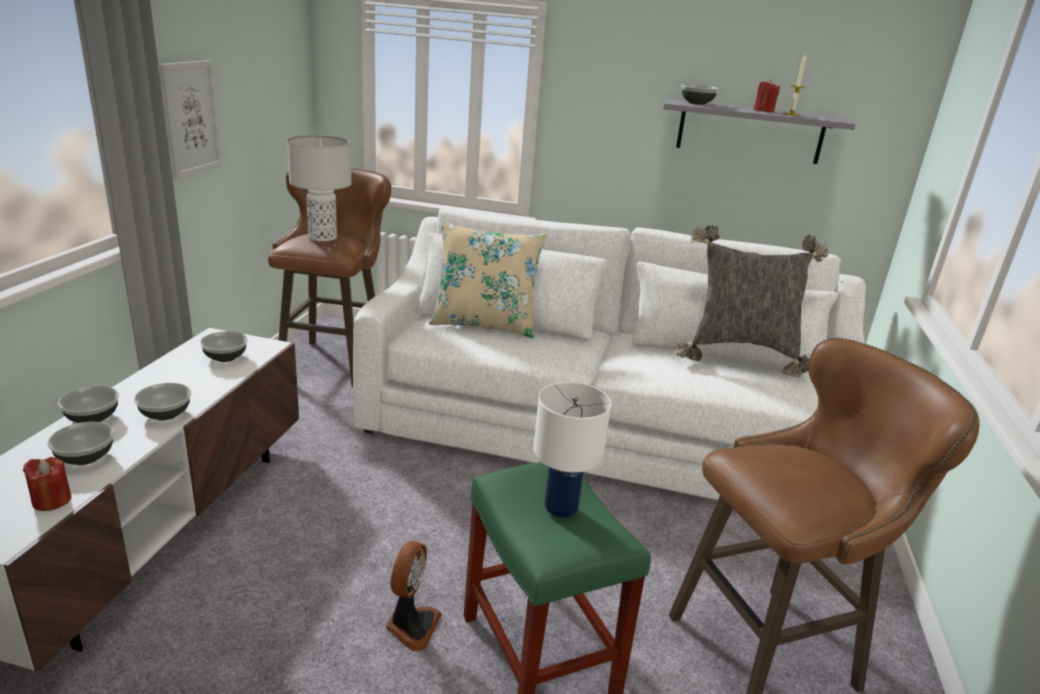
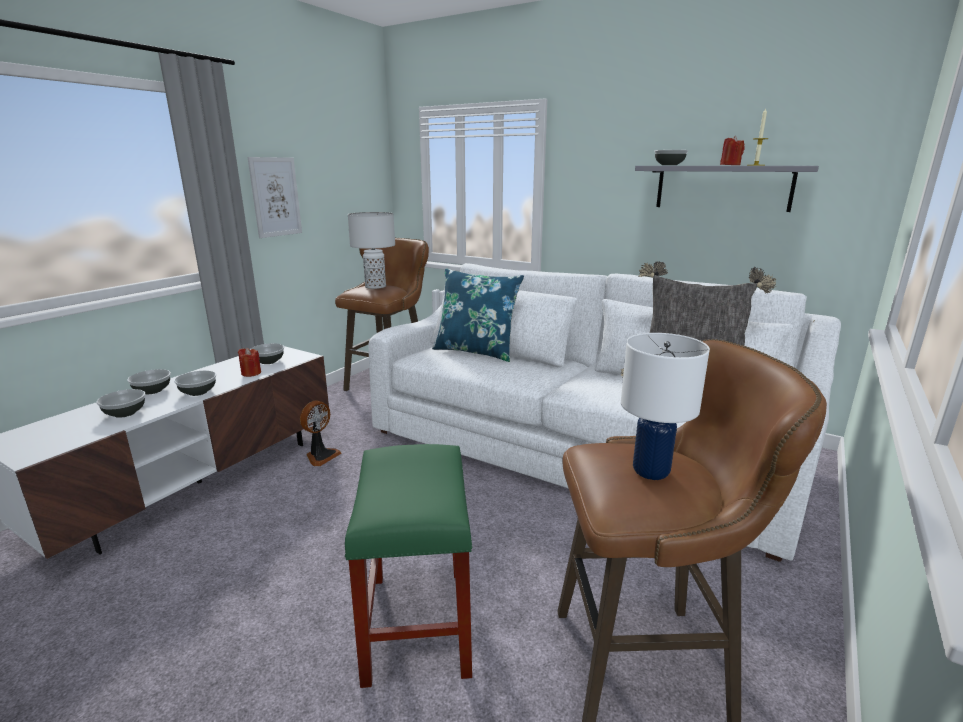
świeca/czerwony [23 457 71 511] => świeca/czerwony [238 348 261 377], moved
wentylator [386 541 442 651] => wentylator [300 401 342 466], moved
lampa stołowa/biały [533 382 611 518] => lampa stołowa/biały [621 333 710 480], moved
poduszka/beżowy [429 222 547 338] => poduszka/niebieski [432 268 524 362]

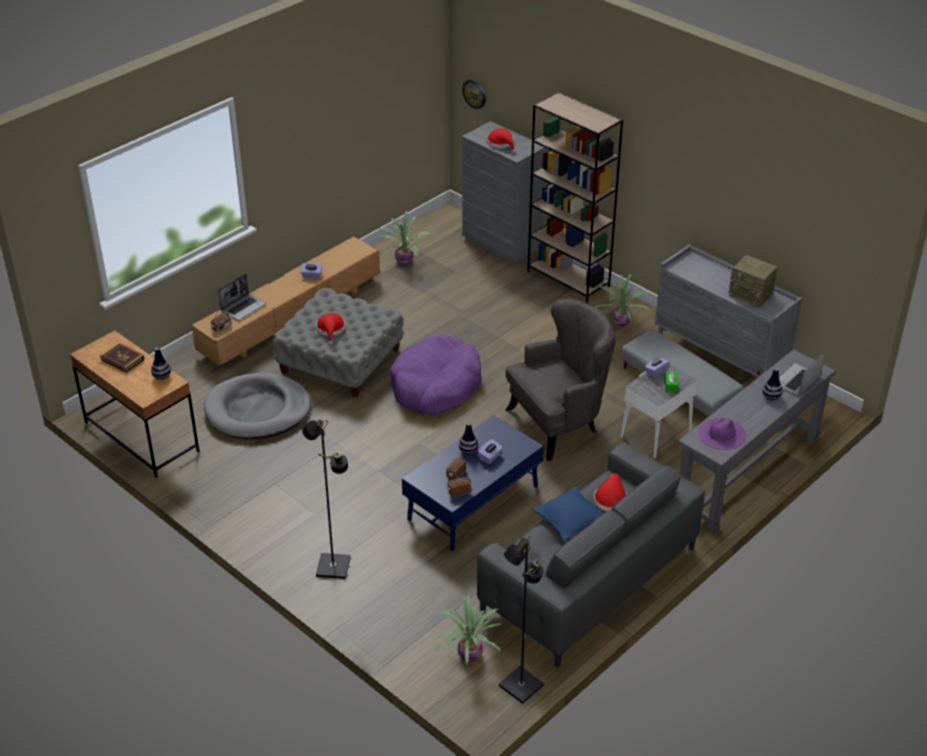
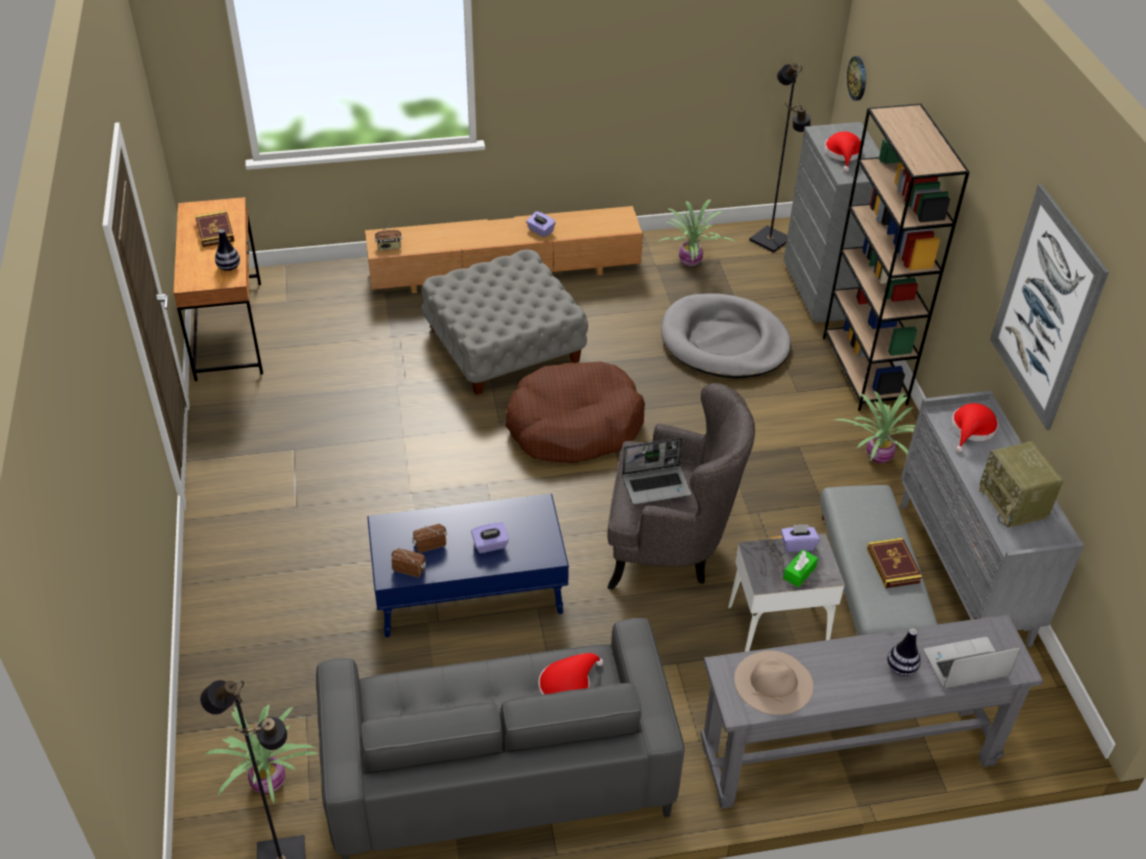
wazon [459 422 479 455] => nothing
poduszka/niebieski [531 486 604 541] => nothing
nothing => książka [867 538 922 588]
nothing => obraz [990 184 1109 430]
legowisko/szary [204 373 311 439] => legowisko/szary [661 293 791 379], moved
laptop [218 273 266 320] => laptop [622 437 691 505], moved
lampa stojąca/czarny [302 420 350 579] => lampa stojąca/czarny [749 63 810 253], moved
kapelusz/czerwony [316 313 345 345] => kapelusz/czerwony [951 403 998 452], moved
legowisko/fioletowy [390 335 482 415] => legowisko/brązowy [506 361 645 463]
kapelusz/fioletowy [698 418 746 450] => kapelusz/beżowy [734 651 813 715]

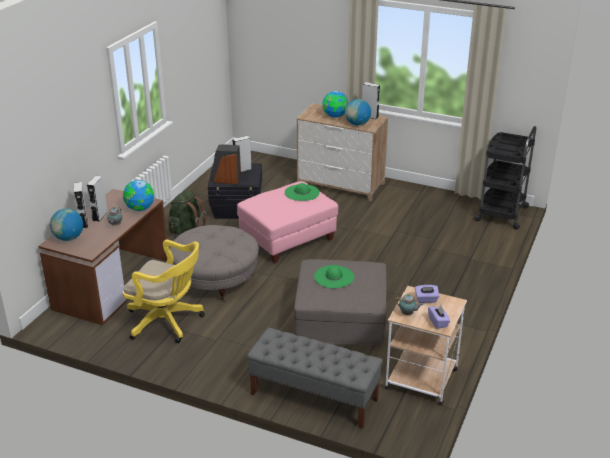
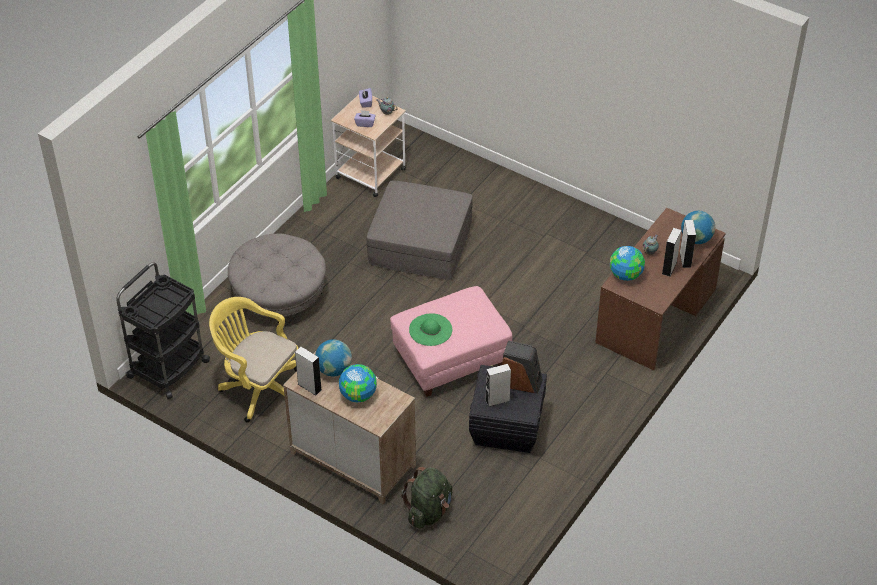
ławka/szary [247 328 383 429] => nothing
kapelusz/zielony [314 265 354 288] => nothing
krzesło biurowe/żółty [123 240 205 343] => krzesło biurowe/żółty [209 297 298 422], moved
plecak/zielony [169 191 207 235] => plecak/zielony [401 467 452 529], moved
pufa/szary [170 225 259 302] => pufa/szary [228 233 326 323], moved

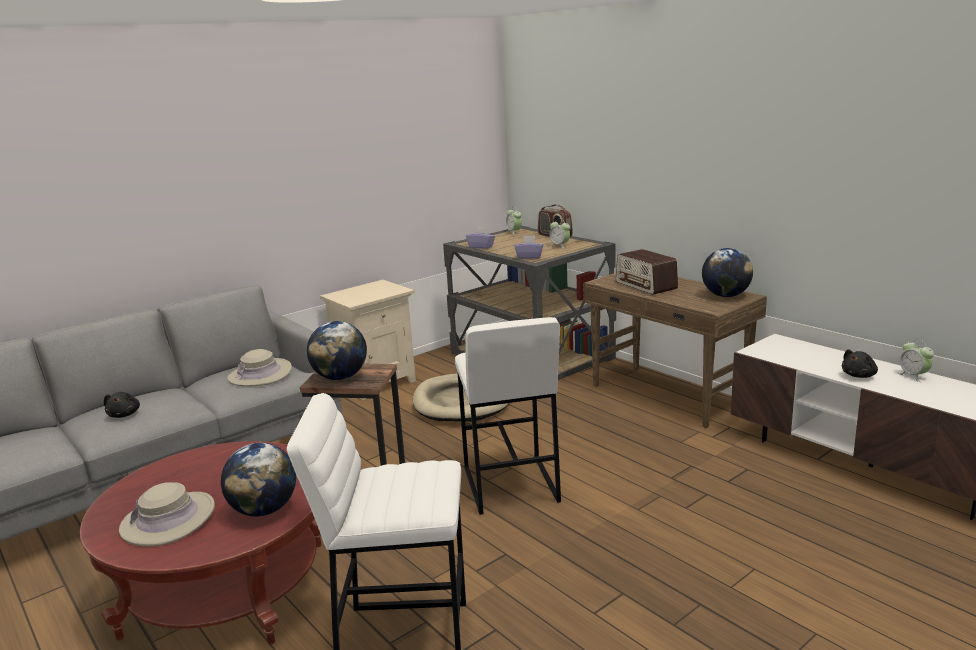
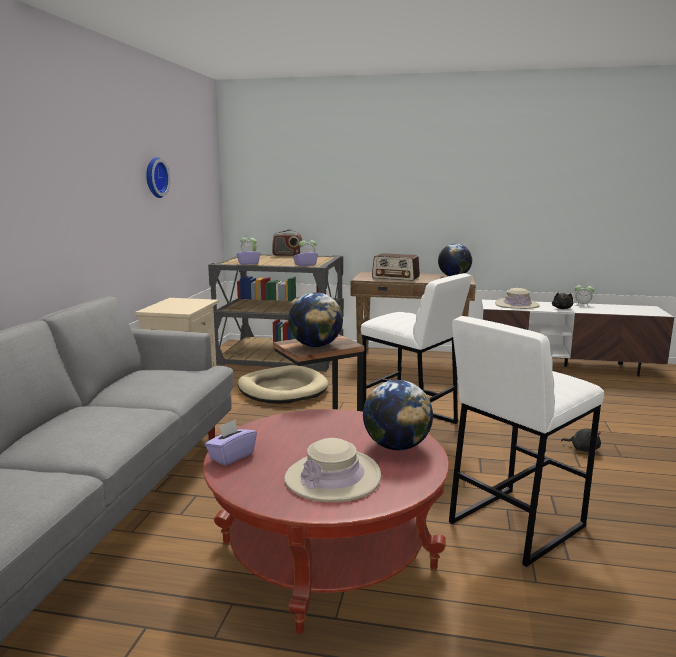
nothing => zegar ścienny [146 157 170 198]
nothing => pudełko chusteczek/fioletowy [205 420 257 466]
pluszak/czarny [104 392 140 418] => pluszak/czarny [561 428 601 452], moved
kapelusz/beżowy [227 349 292 387] => kapelusz/beżowy [495 288 540 309], moved

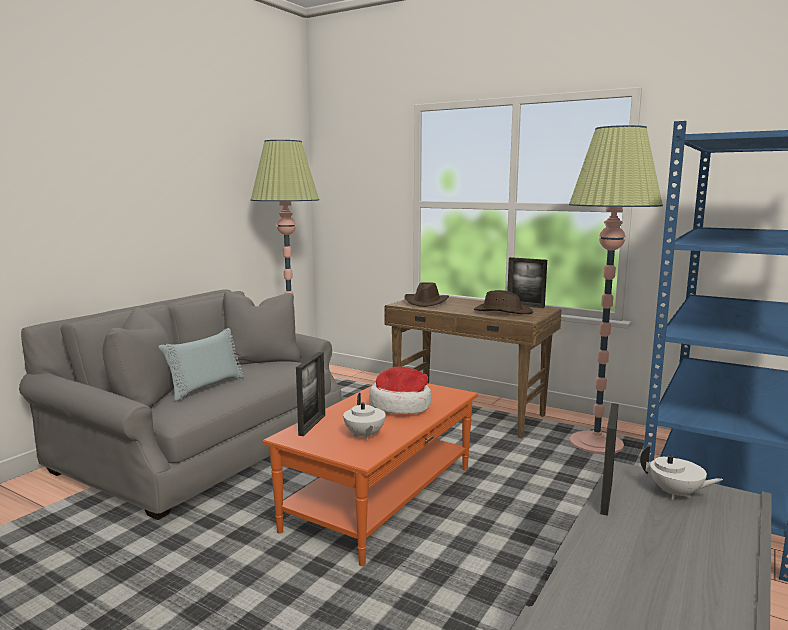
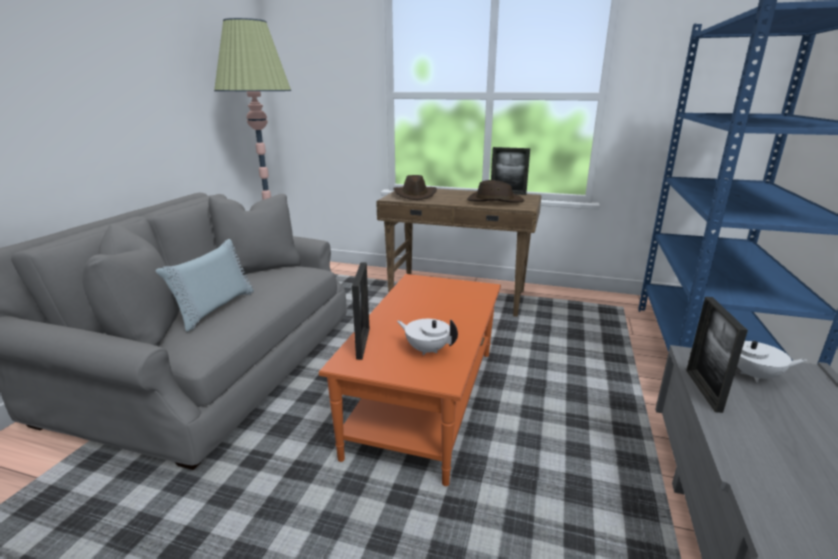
kapelusz [369 366 431 414] => nothing
lampa stojąca [569 125 663 454] => nothing
imbryk/biały [343 393 386 440] => imbryk/biały [397 319 458 355], 150 degrees clockwise

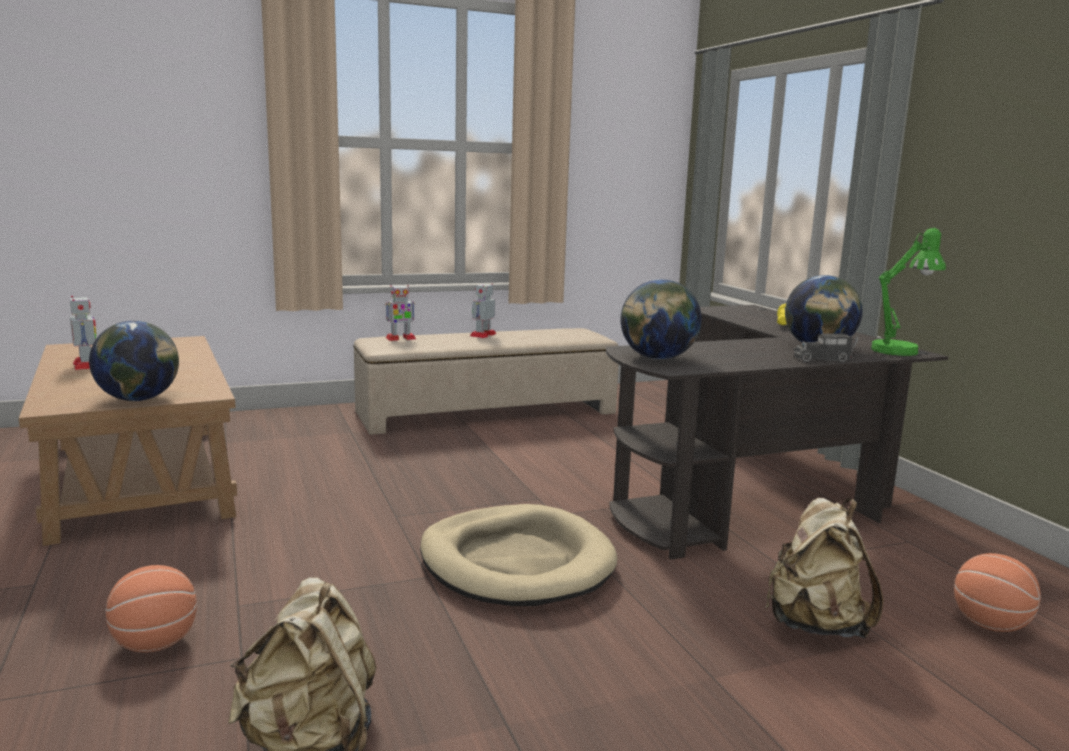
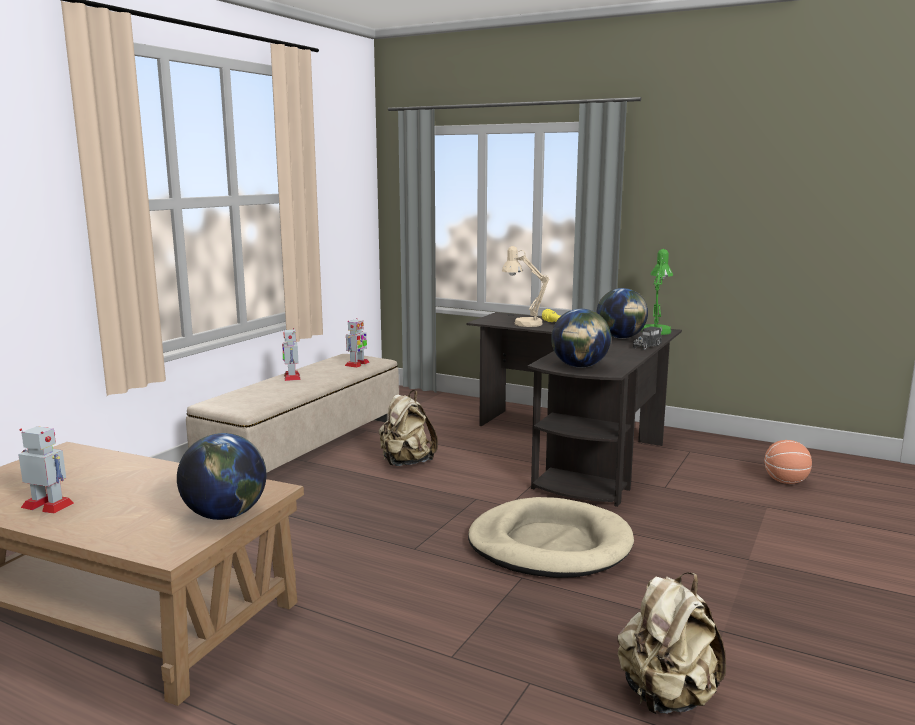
piłka do koszykówki [106 565 197 653] => nothing
nothing => lampa stołowa/beżowy [502 246 550 327]
robot zabawkowy [385 285 416 341] => robot zabawkowy [345 318 370 368], moved
plecak/beżowy [765 498 883 638] => plecak/beżowy [379 390 438 466], moved

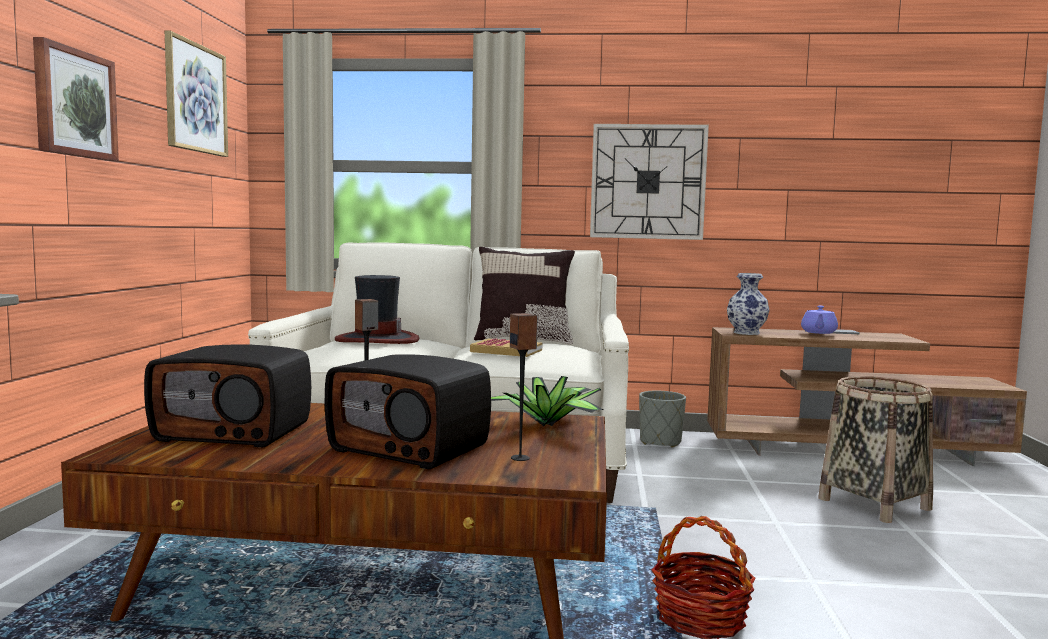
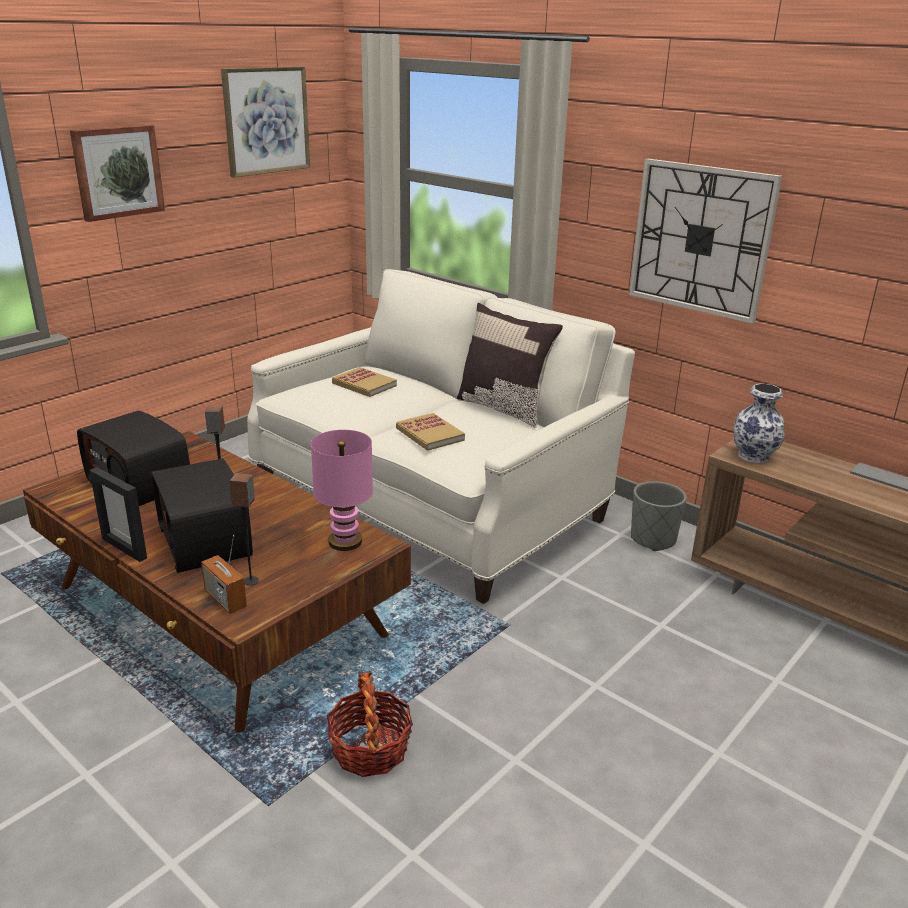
imbryk/fioletowy [801 306 838 334] => nothing
koszyk [818 376 933 523] => nothing
nothing => ramka na zdjęcie [89 467 147 562]
nothing => radio [201 535 247 614]
kapelusz [335 275 420 344] => książka [332 367 397 397]
roślina doniczkowa [491 376 604 426] => lampa stołowa/różowy [311 430 373 551]

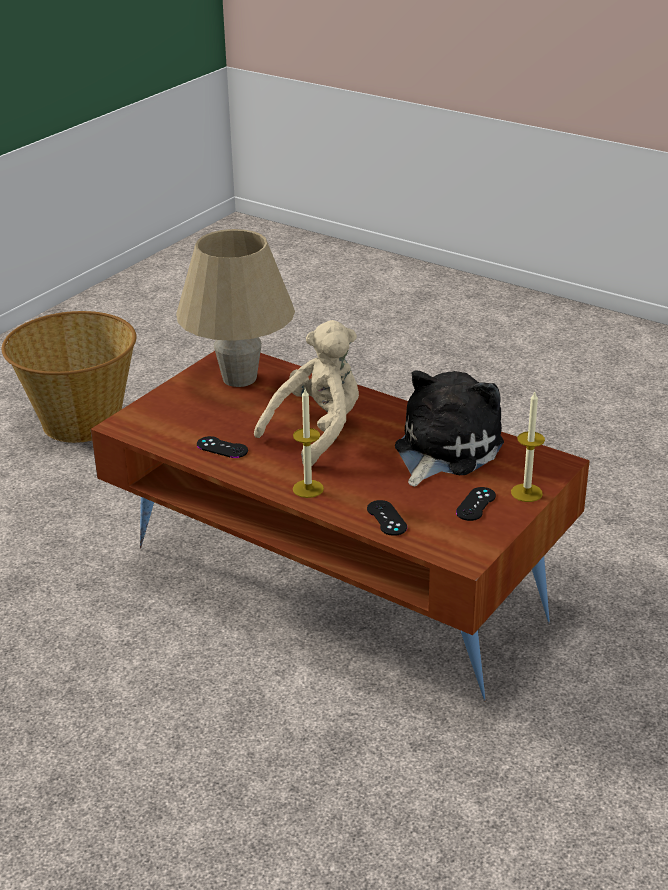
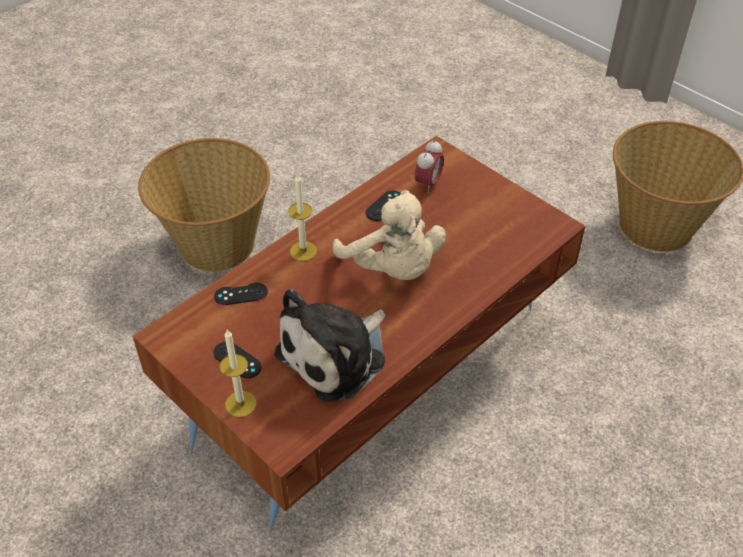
lampa stołowa/beżowy [176 229 295 387] => nothing
nothing => koszyk [138 138 270 272]
nothing => budzik [415 139 444 193]
pluszak [395 370 504 487] => pluszak [274 289 385 402], 90 degrees clockwise

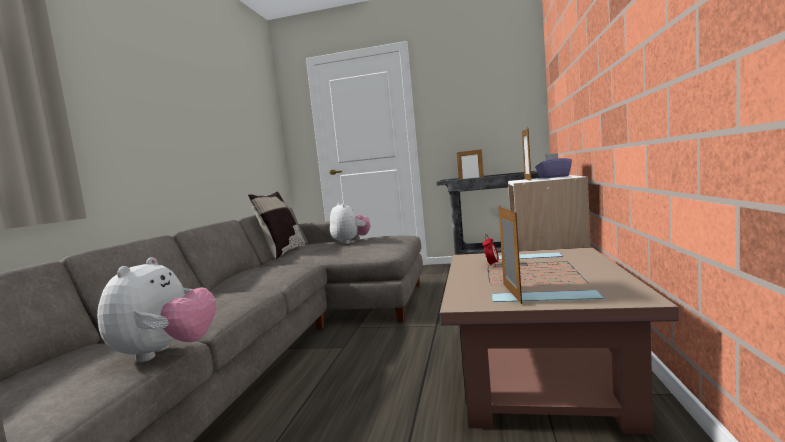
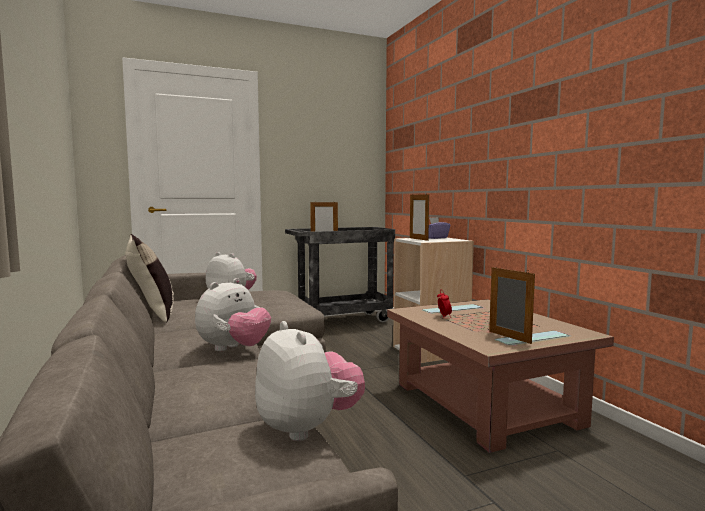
nothing => pluszak [195 278 271 351]

